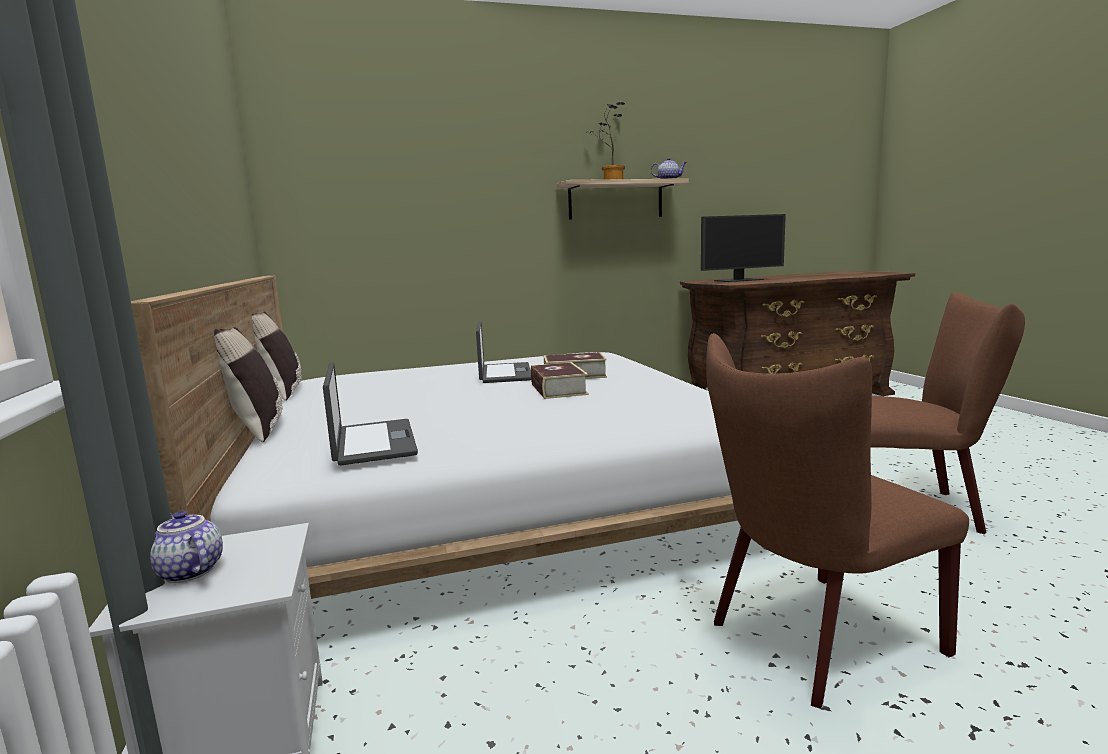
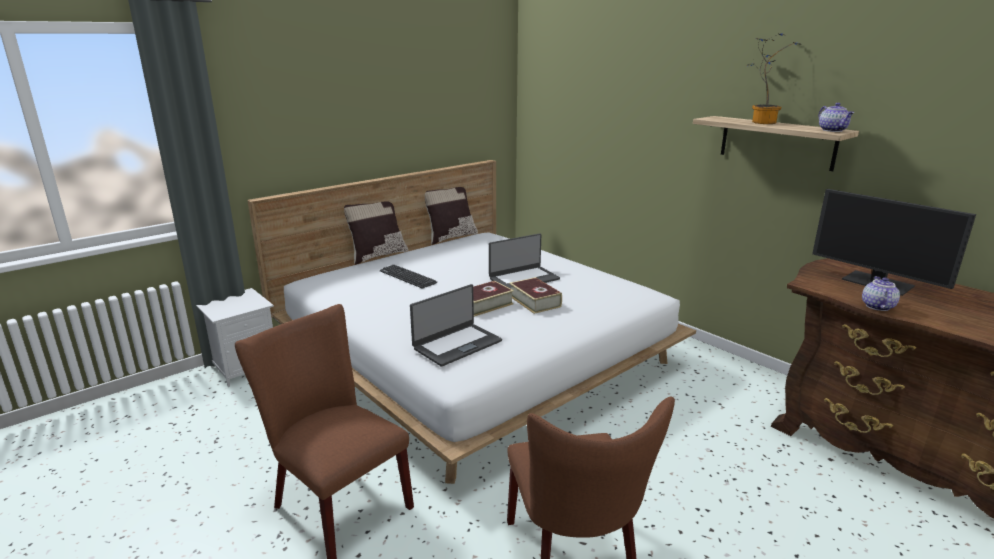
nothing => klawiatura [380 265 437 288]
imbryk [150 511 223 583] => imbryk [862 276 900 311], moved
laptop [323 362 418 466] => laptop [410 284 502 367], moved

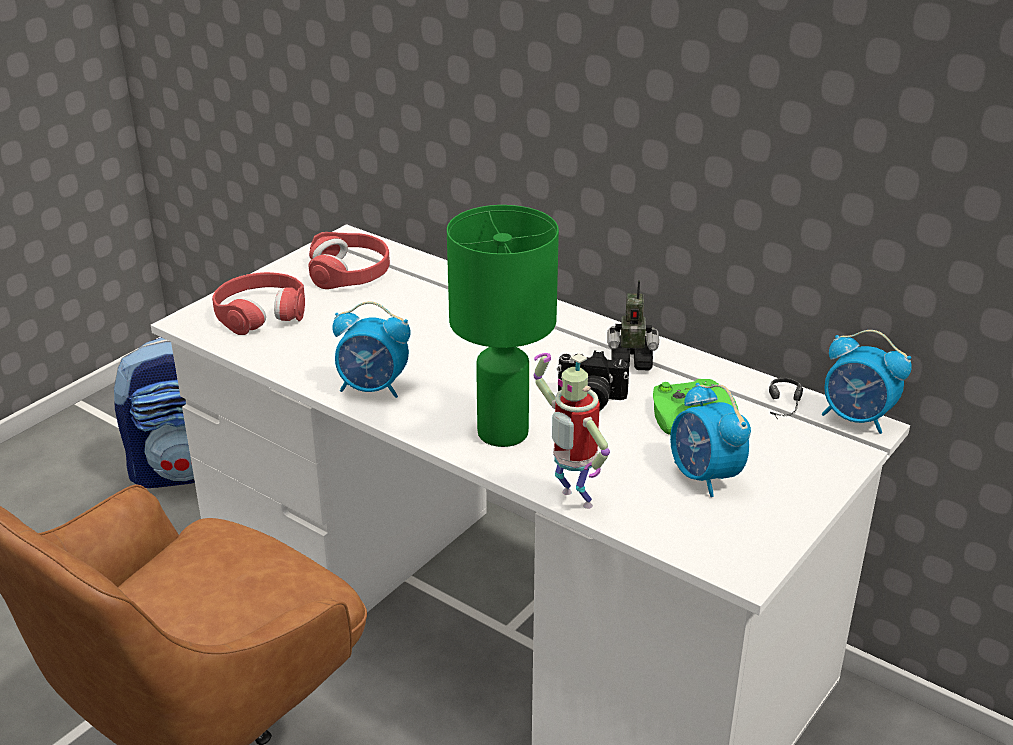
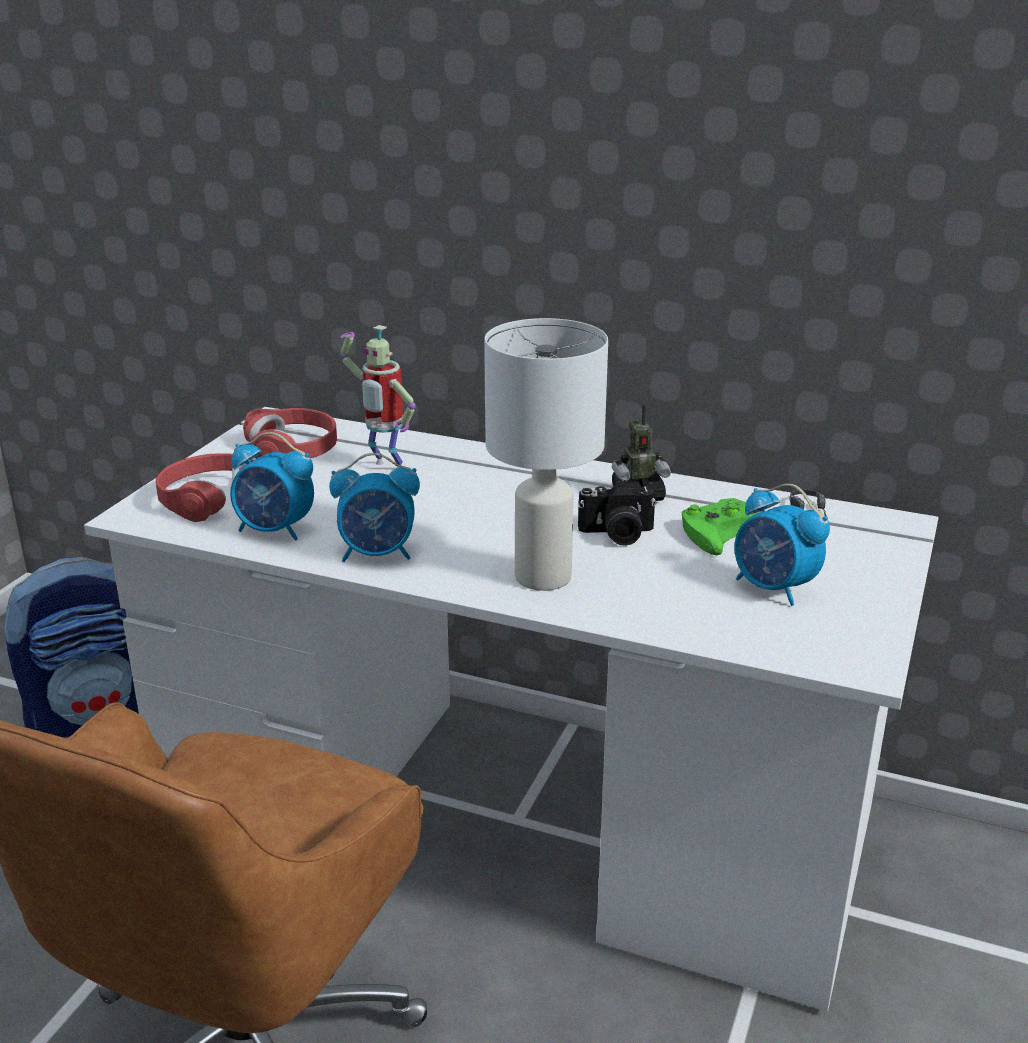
robot zabawkowy [534 353 610 509] => robot zabawkowy [340 325 416 469], moved
budzik [822 330 912 434] => budzik [230 432 314 541], moved
lampa stołowa/zielony [447 205 559 447] => lampa stołowa/biały [484 318 608 591]

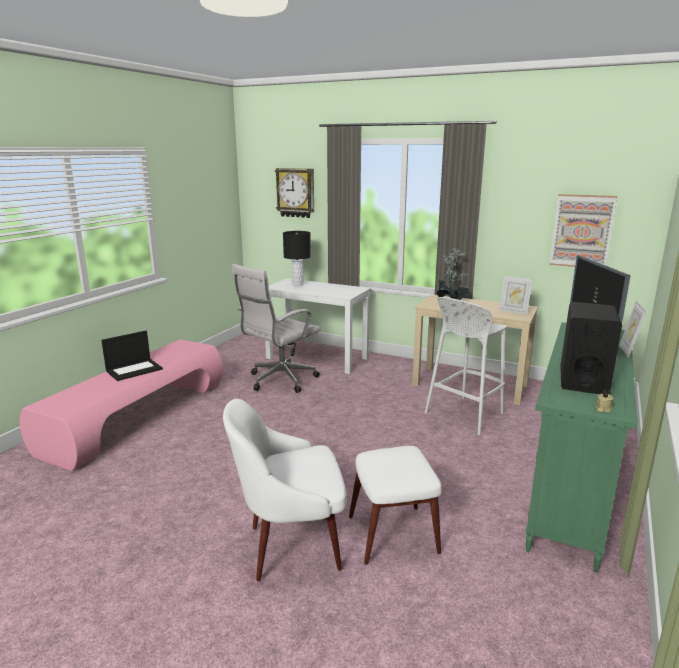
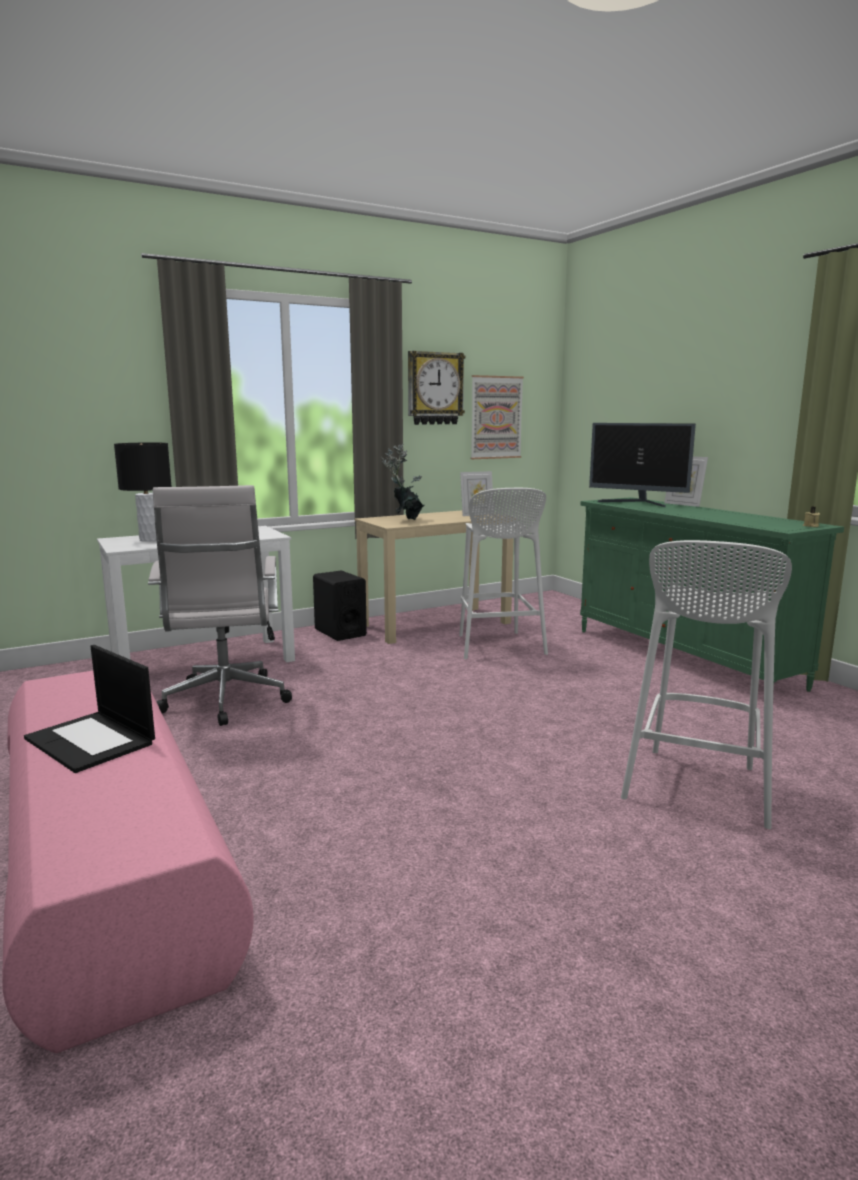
zegar ścienny [275 168 314 218] => zegar ścienny [408 351 465 425], moved
głośnik/czarny [560 302 622 395] => głośnik/czarny [313 570 367 641], moved
fotel/biały [223 399 442 581] => stołek/biały [621 540 792 829]
laptop [101 331 163 381] => laptop [24 645 155 773], 135 degrees clockwise

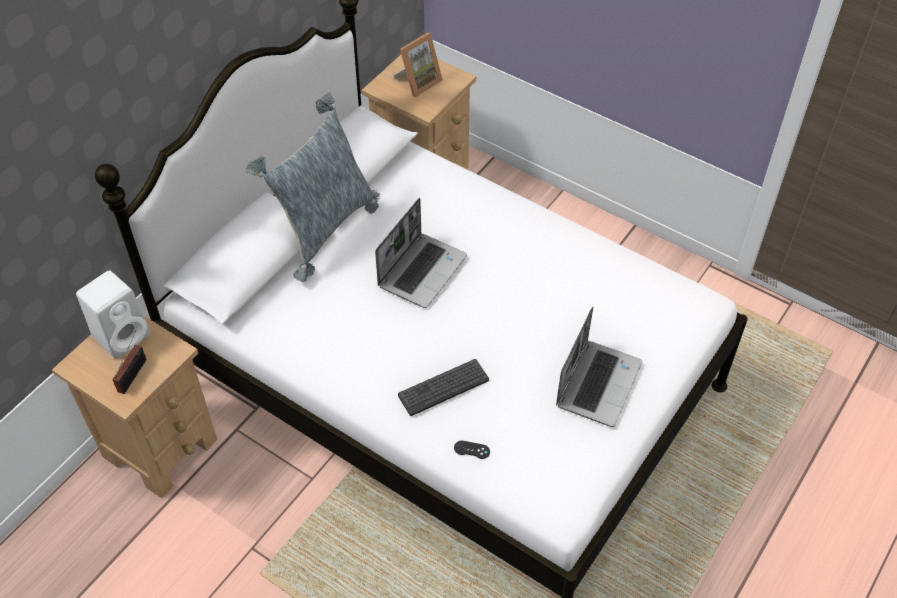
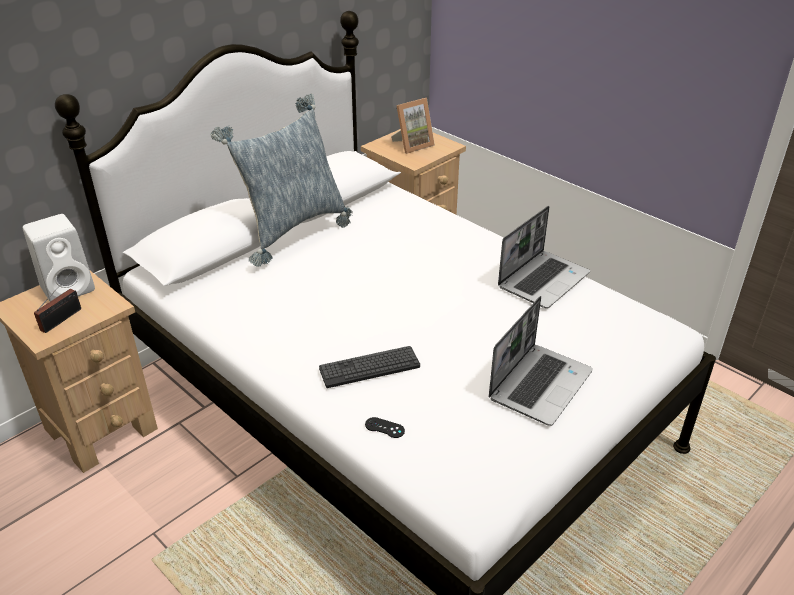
laptop [375 198 467 308] => laptop [498 206 590 308], moved

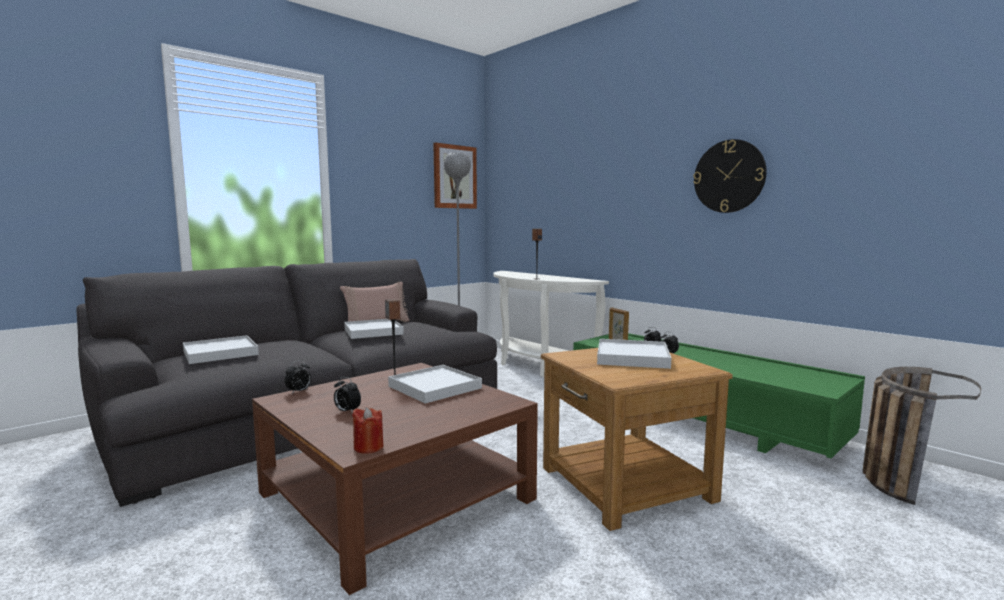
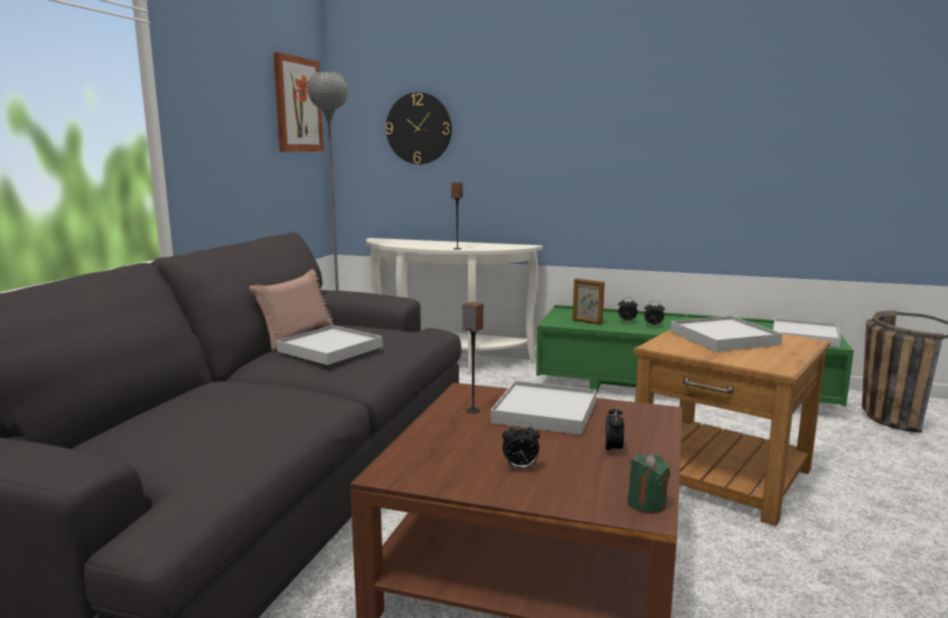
taca/biały [183 335 259 364] => taca/biały [773 318 841 347], moved
budzik [284 360 311 394] => budzik [605 405 624 455], moved
zegar ścienny [693 139 767 213] => zegar ścienny [386 92 452 164], moved
świeca/czerwony [352 407 383 454] => świeca/zielony [628 454 670 513]

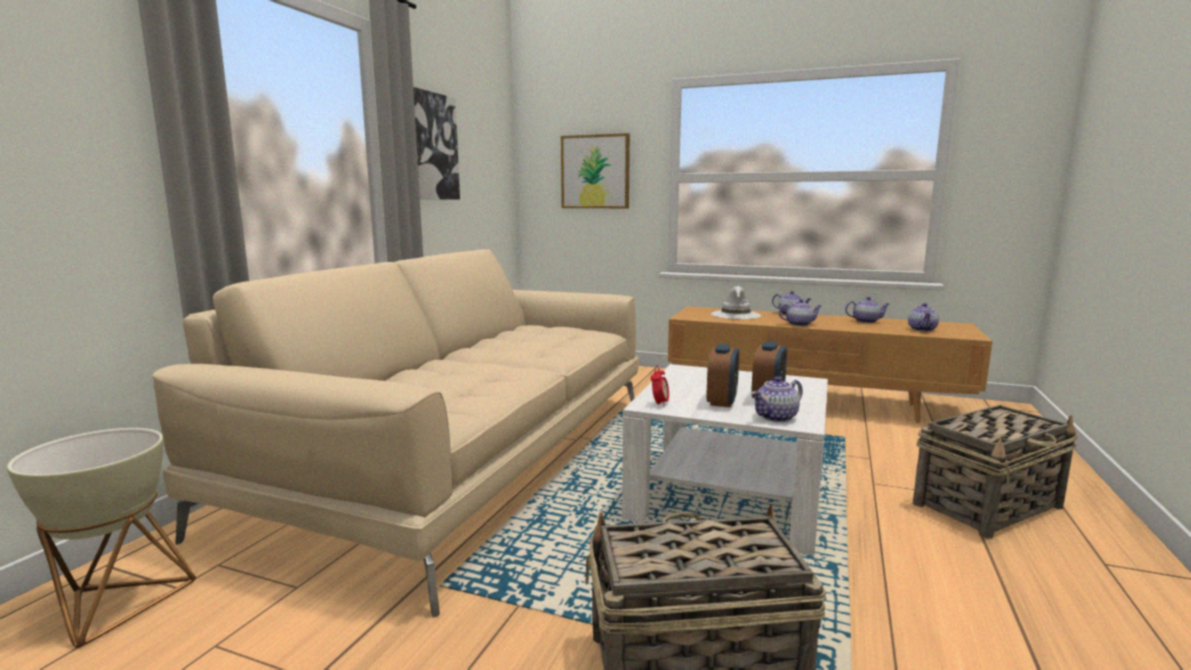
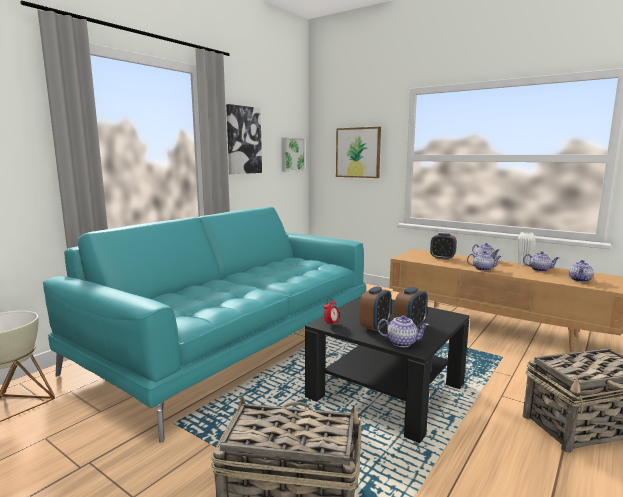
nothing => obraz [282 137 305 172]
nothing => wazon/biały [517 232 535 265]
kapelusz/biały [711 286 761 319] => budzik [430 233 457 260]
kanapa/beżowy [152 249 639 618] => kanapa/turkusowy [43 207 366 443]
ława/biały [622 364 828 556] => ława/czarny [305 296 469 443]
imbryk [752 376 803 422] => imbryk [377 315 429 347], 150 degrees counterclockwise

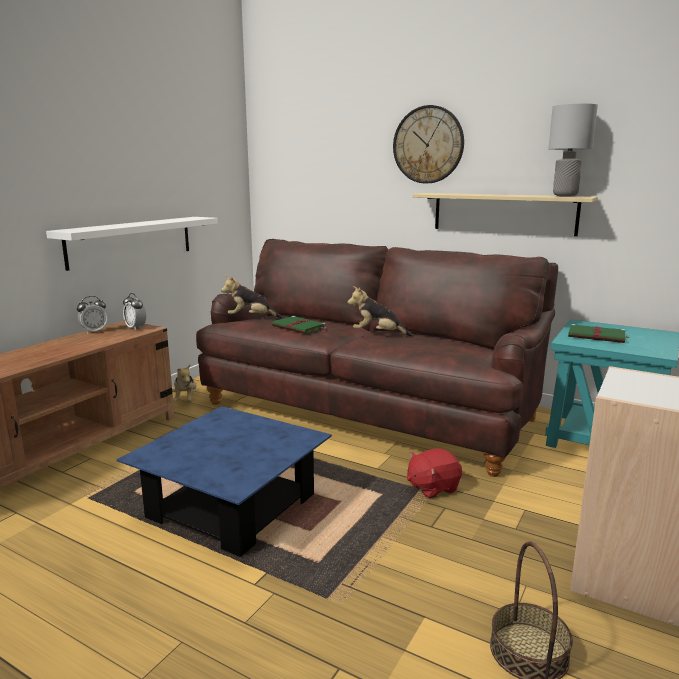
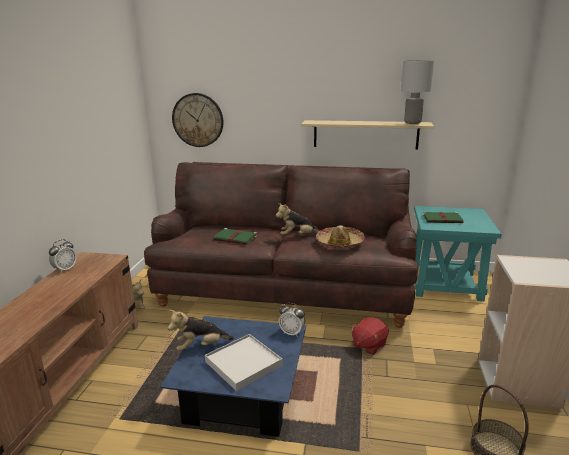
półka/biały [46 217 218 271] => nothing
nothing => taca/biały [205 334 283 391]
nothing => kapelusz [316 225 365 249]
budzik [123 293 146 330] => budzik [279 303 306 337], moved
pluszak [221 276 282 318] => pluszak [168 310 234 351], moved
zegar ścienny [393 105 464 184] => zegar ścienny [172 93 224 147], moved

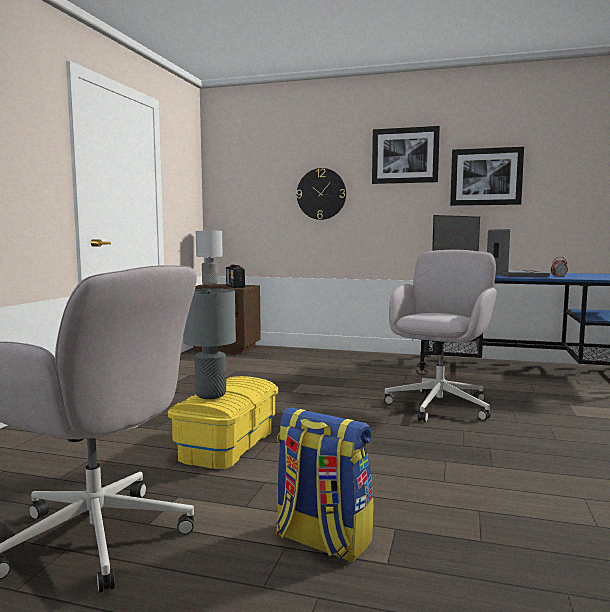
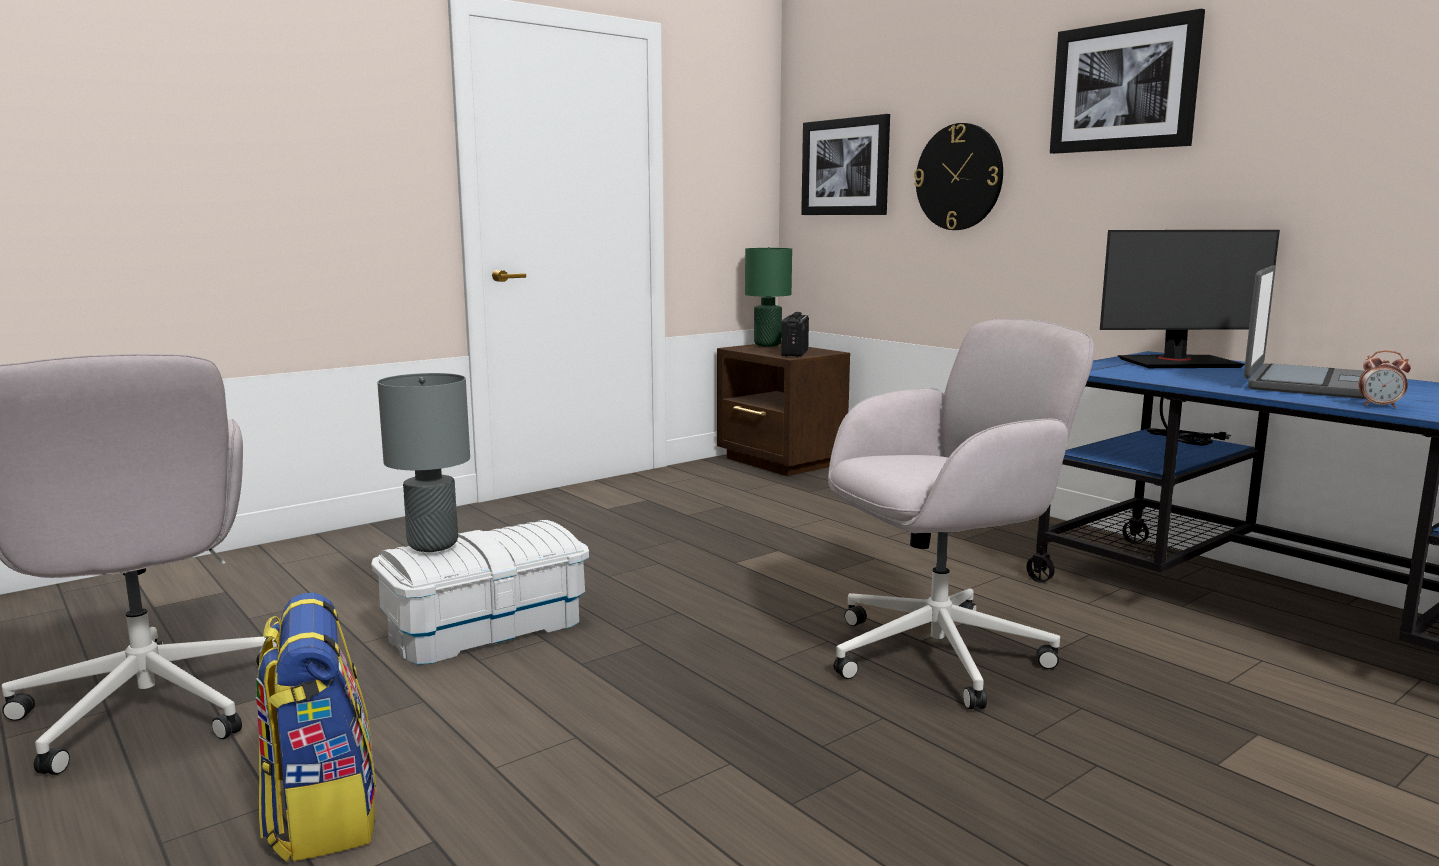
obraz [450 147 524 206] => obraz [801 114 890 215], moved
pojemnik do przechowywania/żółty [168 376 278 469] => pojemnik do przechowywania/biały [371 520 589 665]
lampa stołowa/szary [196 230 223 286] => lampa stołowa/zielony [745 247 792 347]

